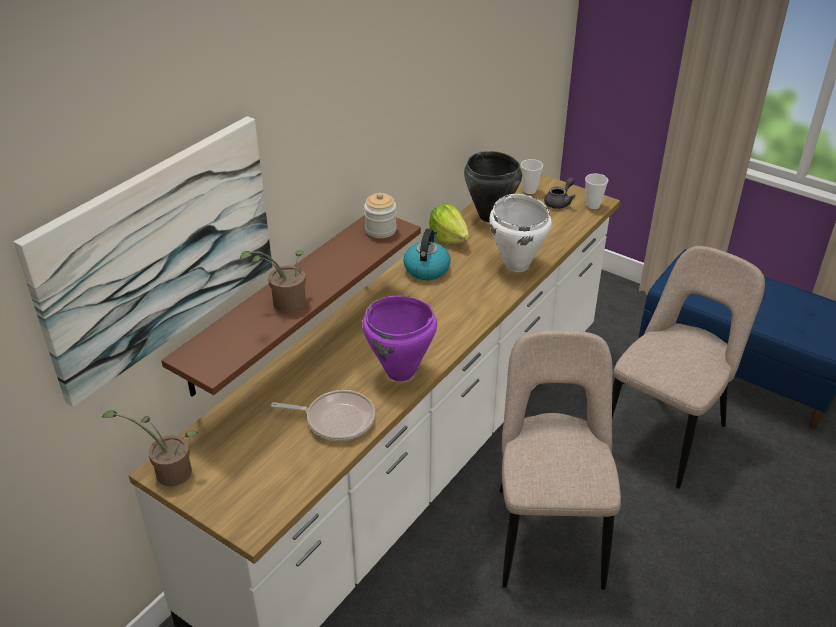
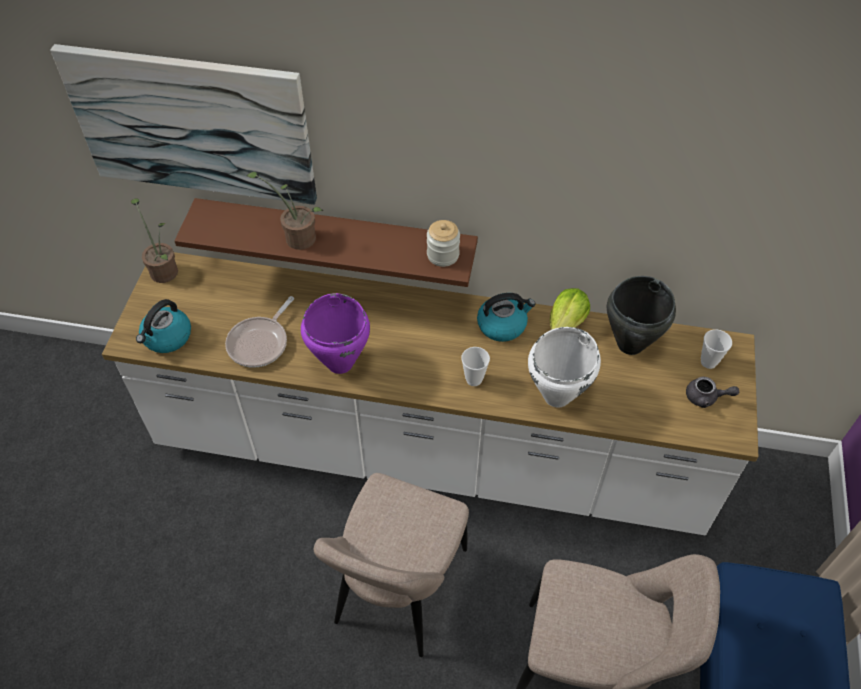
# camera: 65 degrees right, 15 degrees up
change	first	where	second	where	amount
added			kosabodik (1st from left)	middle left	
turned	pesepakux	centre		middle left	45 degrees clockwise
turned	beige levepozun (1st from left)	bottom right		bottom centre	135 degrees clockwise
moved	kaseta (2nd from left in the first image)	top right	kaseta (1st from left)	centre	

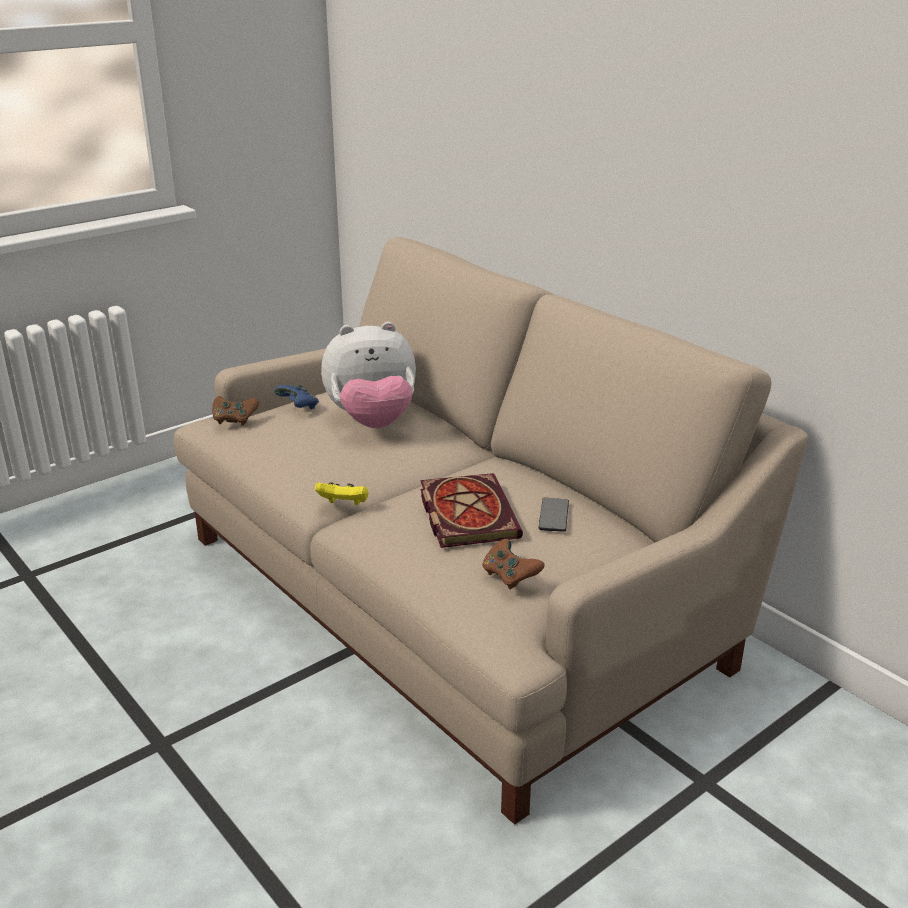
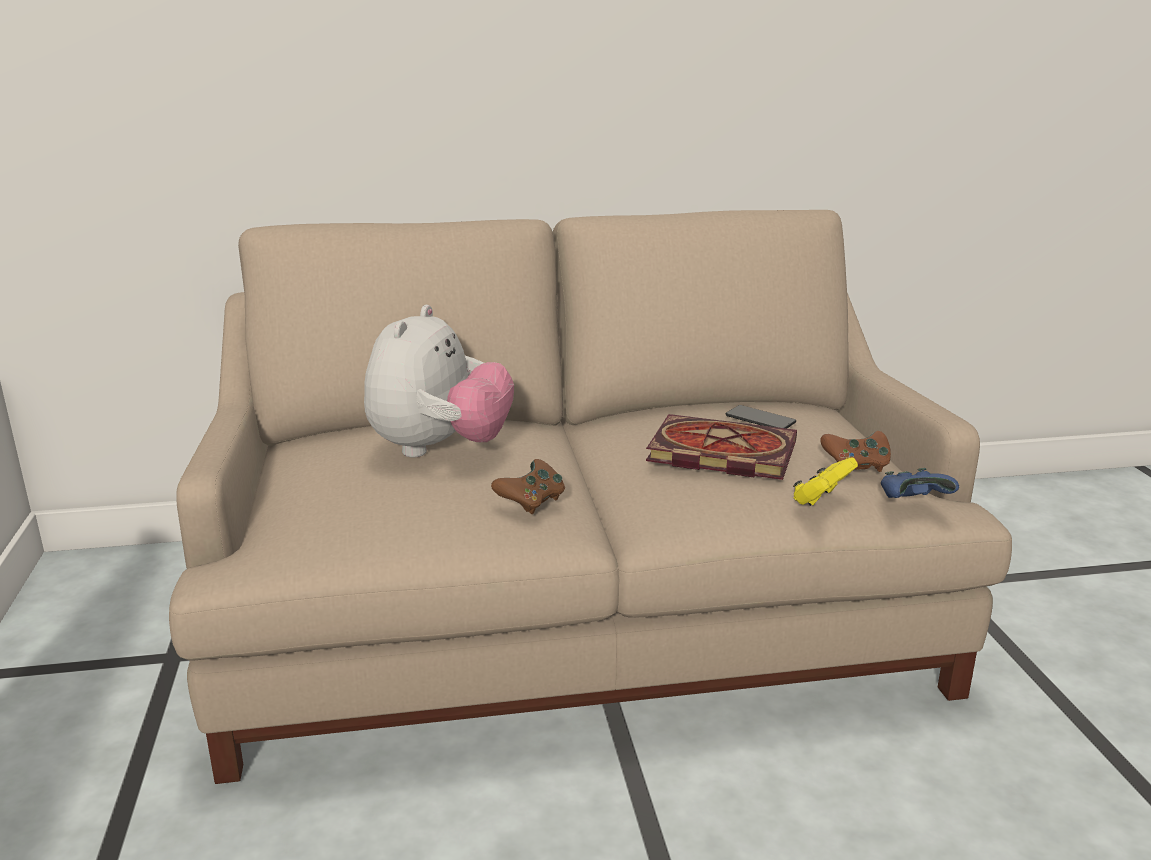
# camera: 60 degrees left, 5 degrees down
change	first	where	second	where	amount
moved	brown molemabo (1st from left)	middle left		centre	
moved	yellow molemabo	centre		middle right	
moved	blue molemabo	middle left		middle right	

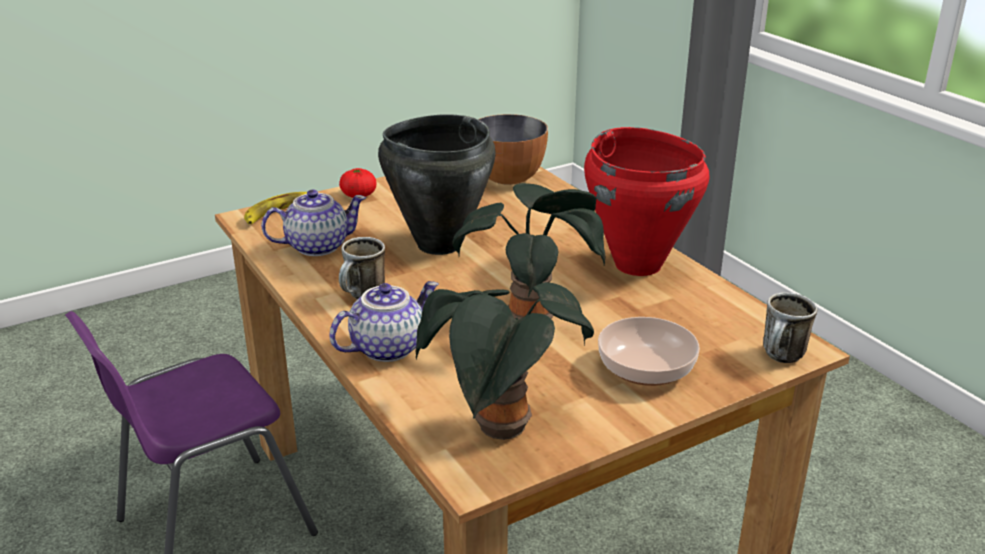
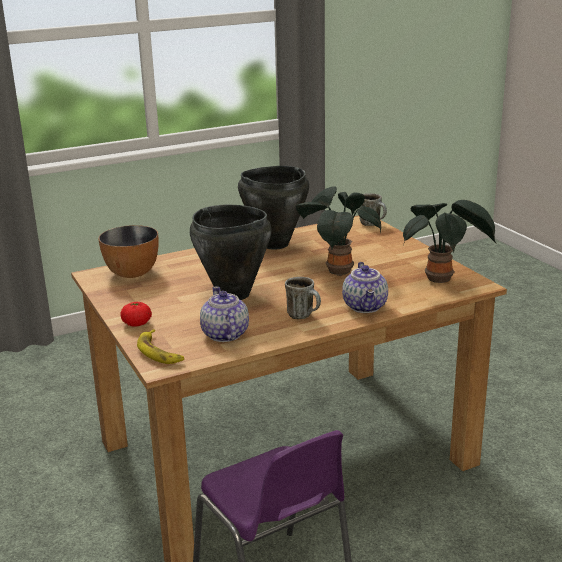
# camera: 85 degrees left, 5 degrees down
change	first	where	second	where	amount
recoloured	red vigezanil	centre	black vigezanil (2nd from left)	centre	
turned	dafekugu (2nd from left)	centre		centre	150 degrees counterclockwise
removed	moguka (2nd from left)	centre			

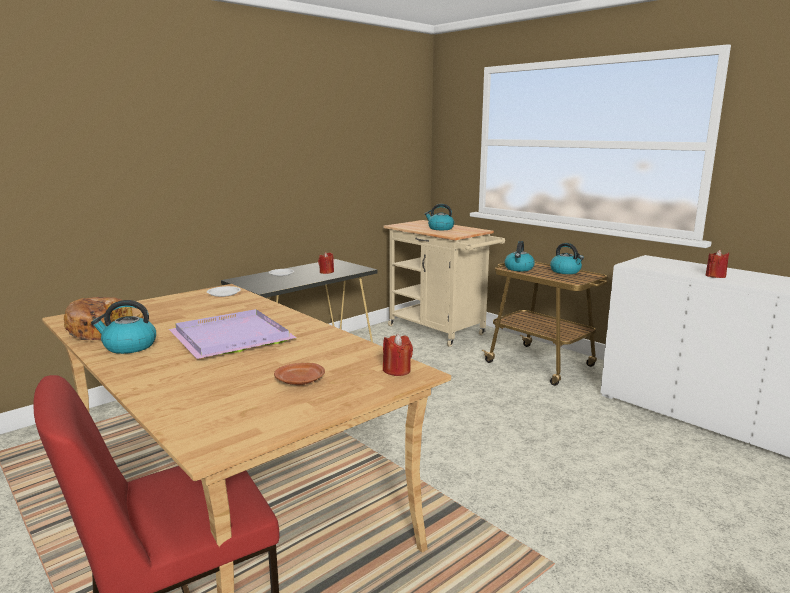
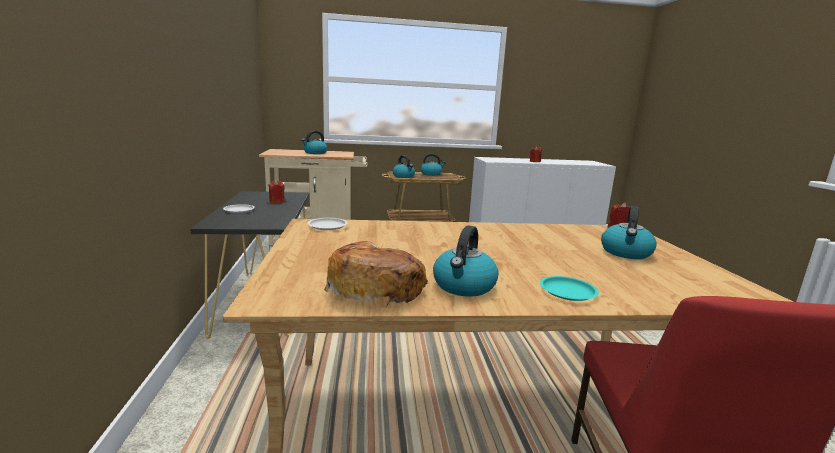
# camera: 55 degrees left, 0 degrees up
change	first	where	second	where	amount
added			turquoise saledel	middle right	
replaced	brown saledel	centre	kosabodik (5th from left)	middle right	
removed	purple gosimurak	middle left			

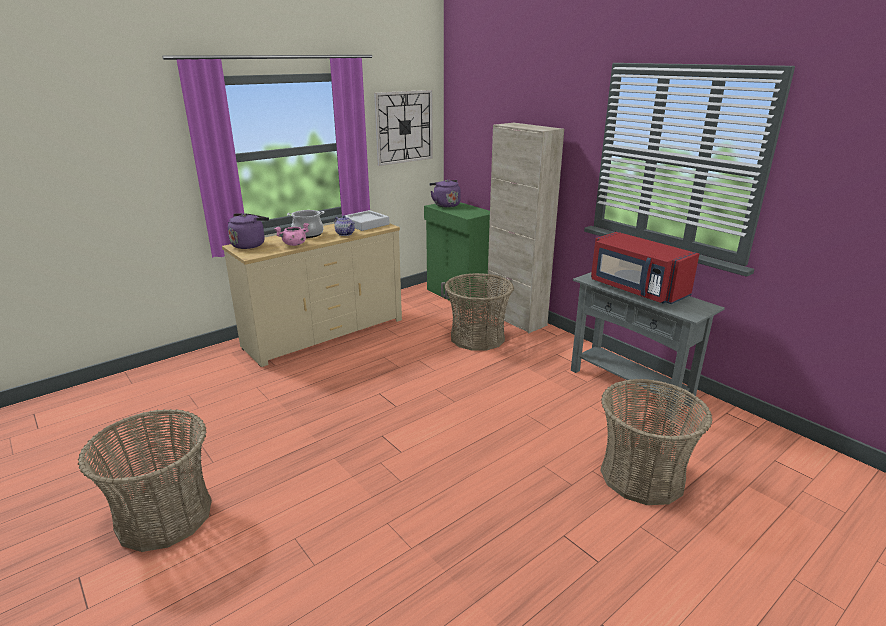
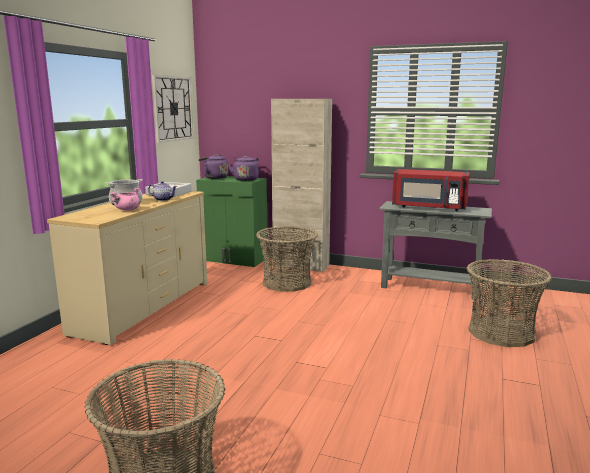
# camera: 30 degrees left, 10 degrees down
change	first	where	second	where	amount
moved	purple kosabodik (1st from left in the first image)	middle left	purple kosabodik (2nd from left)	centre	

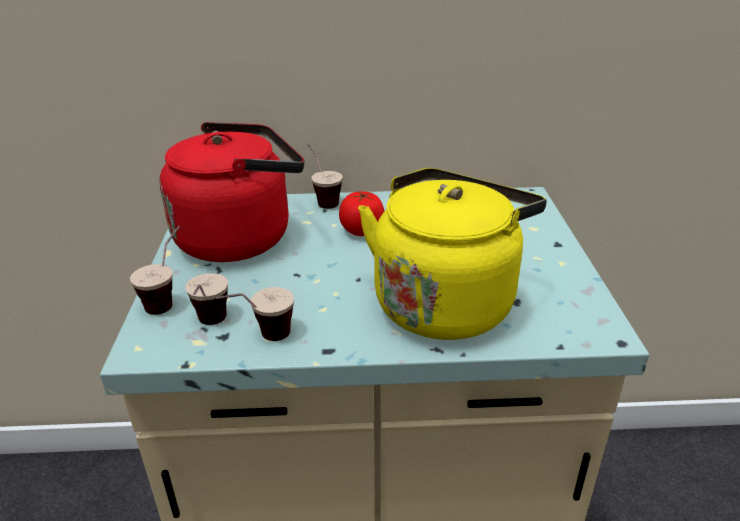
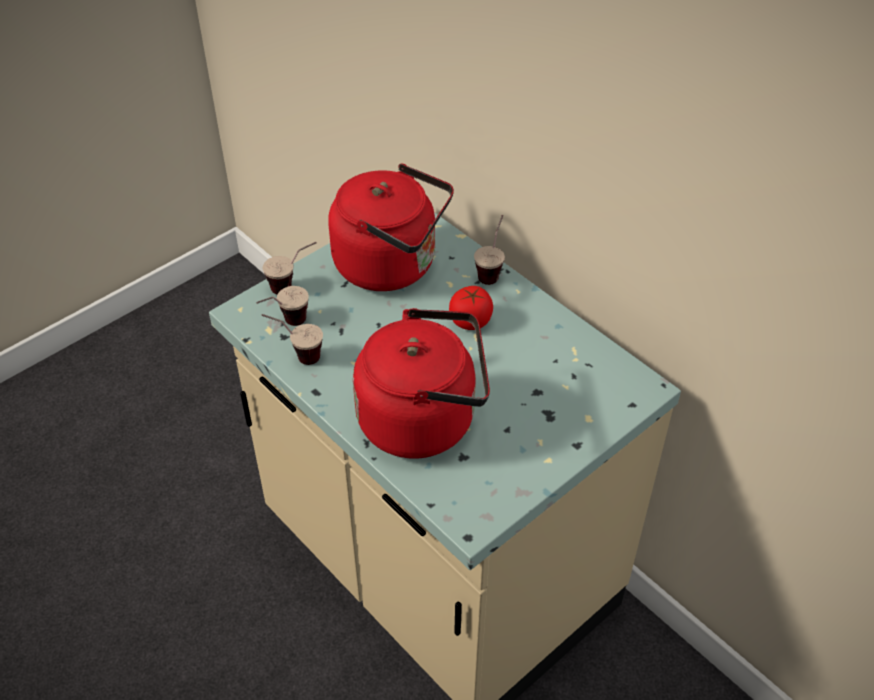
# camera: 50 degrees right, 15 degrees up
change	first	where	second	where	amount
recoloured	yellow kosabodik	centre	red kosabodik (2nd from left)	centre	

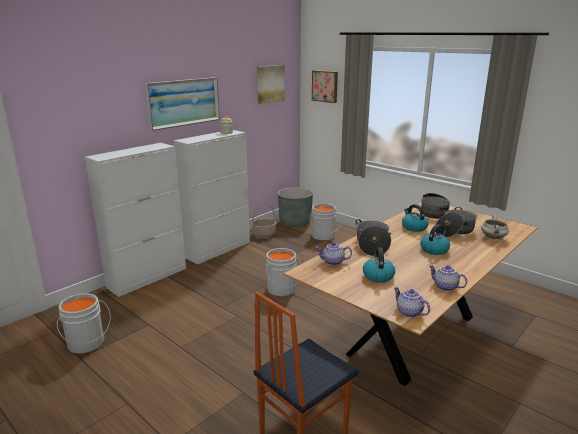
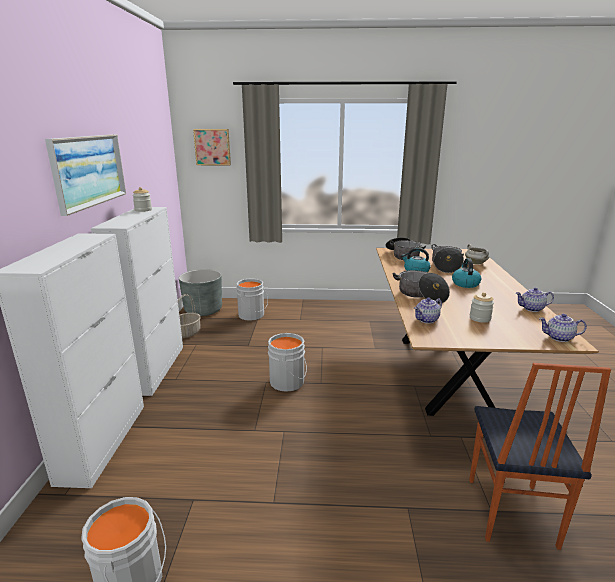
# camera: 40 degrees left, 0 degrees up
change	first	where	second	where	amount
replaced	kosabodik (1st from left)	centre	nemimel (2nd from left)	middle right	
removed	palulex (2nd from left)	top centre			

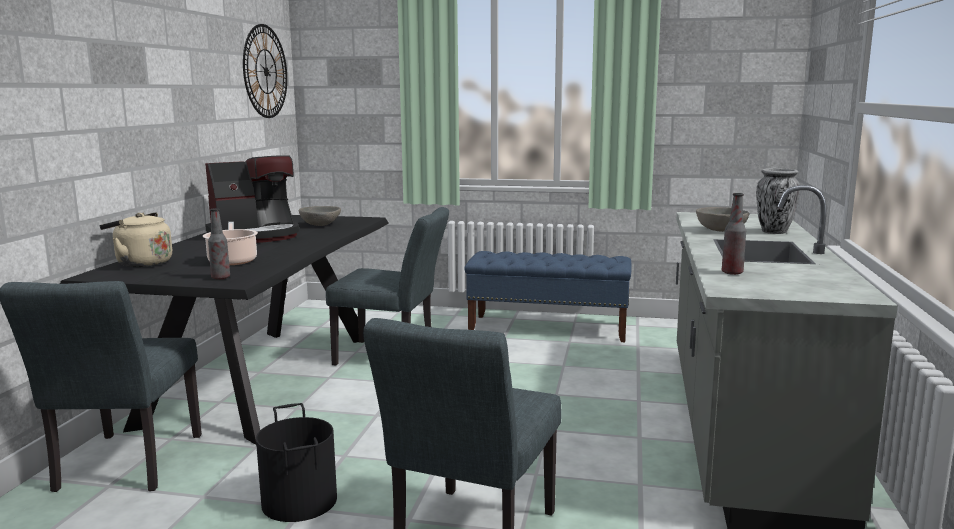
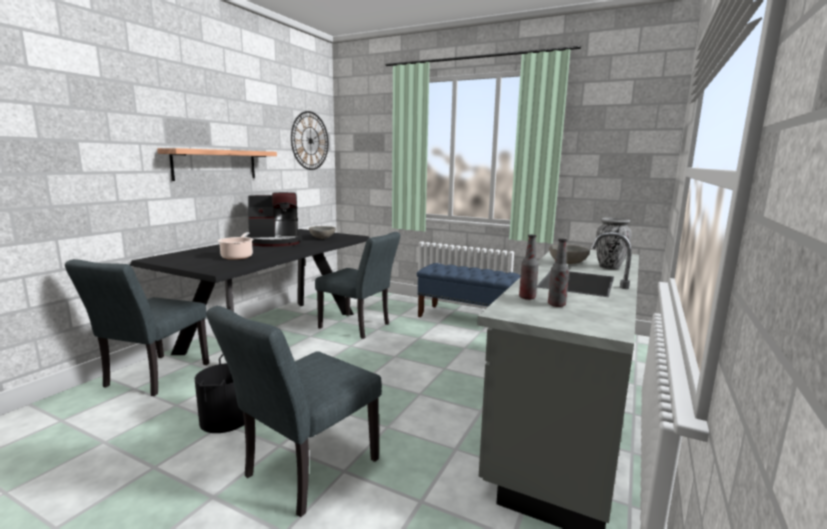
# camera: 15 degrees right, 0 degrees up
change	first	where	second	where	amount
added			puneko	top left	
moved	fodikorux (1st from left in the first image)	middle left	fodikorux (2nd from left)	middle right	
removed	beige kosabodik	middle left			

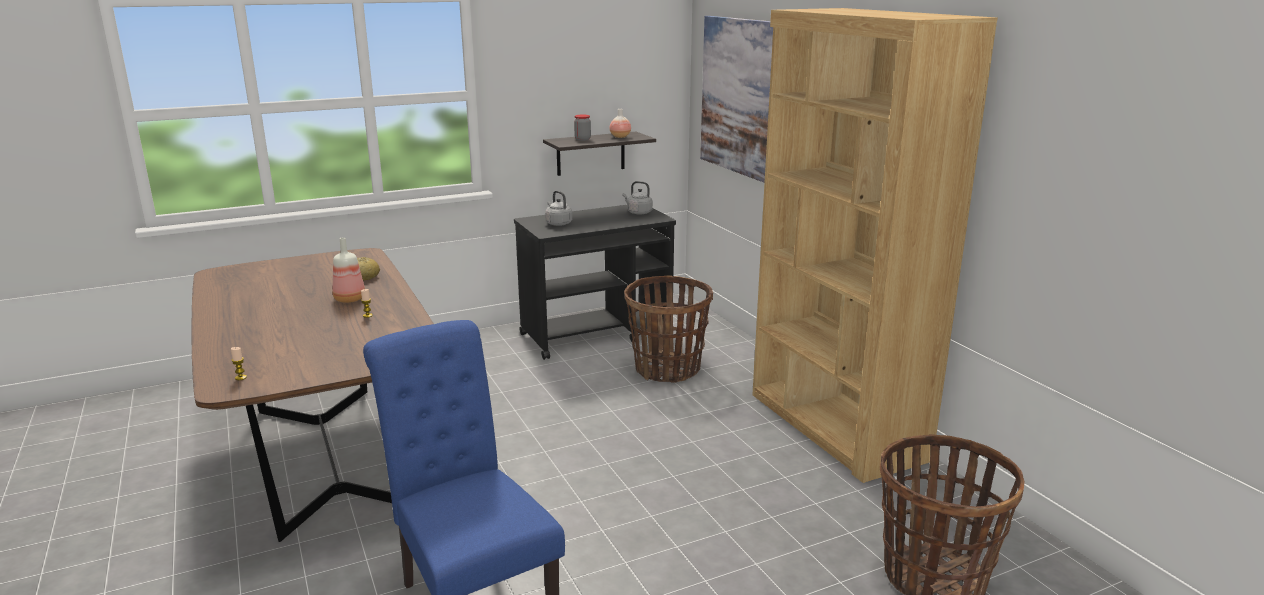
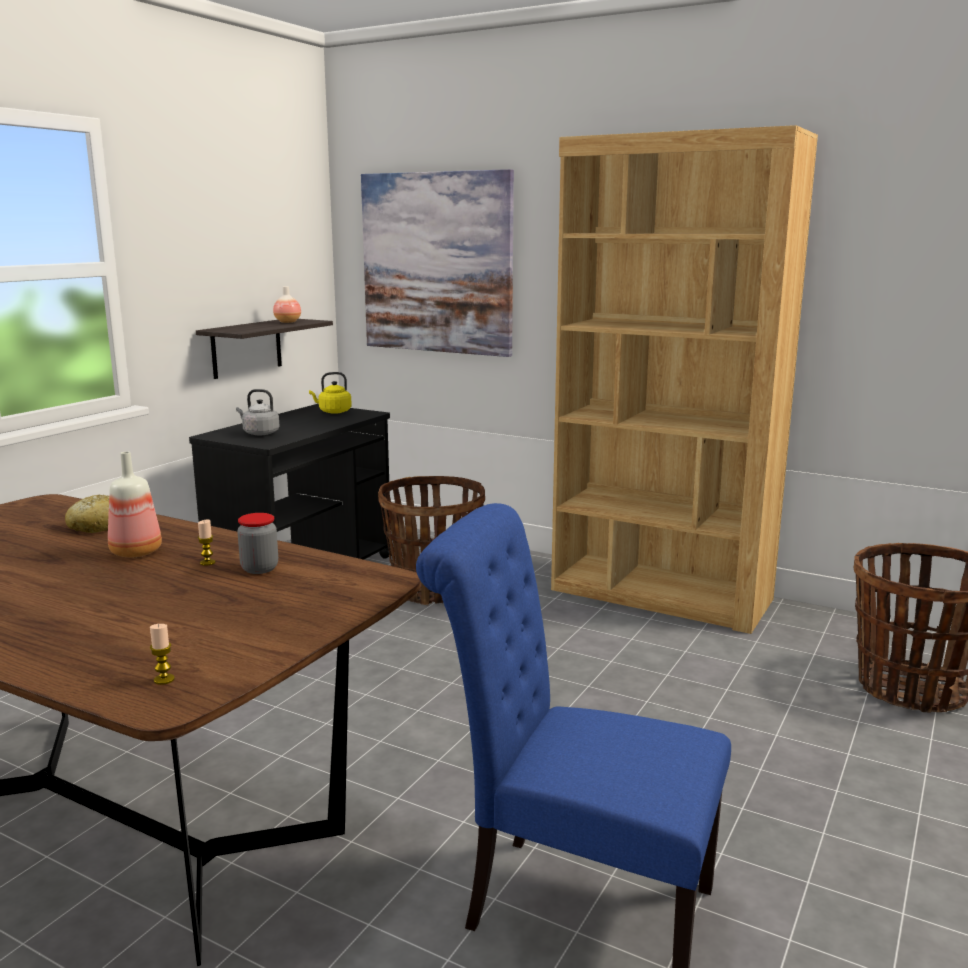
# camera: 35 degrees left, 5 degrees down
change	first	where	second	where	amount
moved	nemimel	top centre		middle left	
recoloured	grey kosabodik (2nd from left)	top centre	yellow kosabodik	centre	

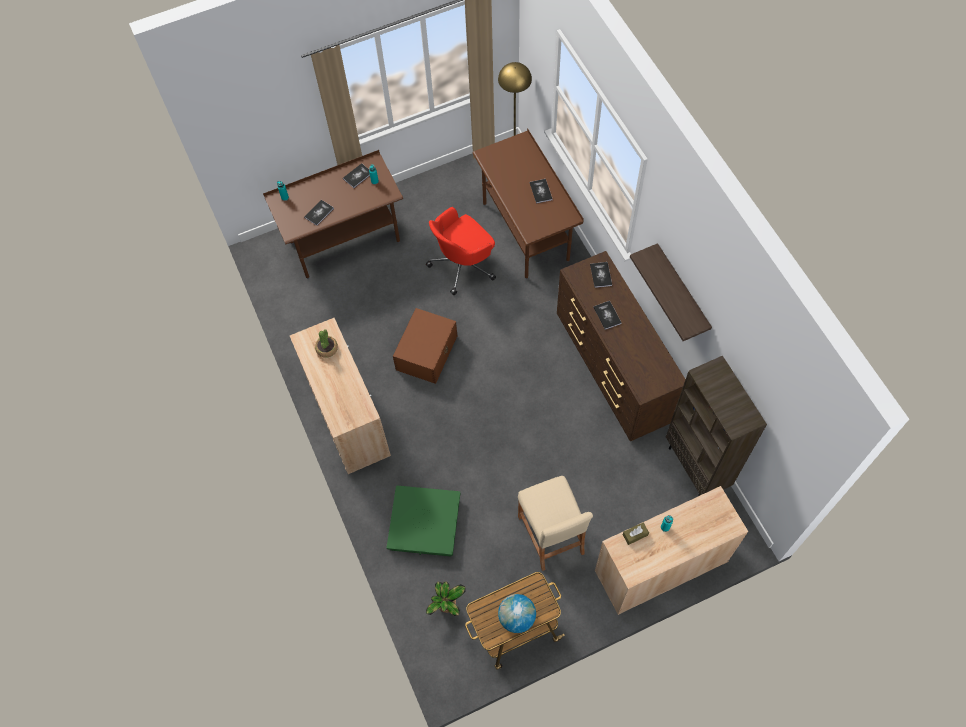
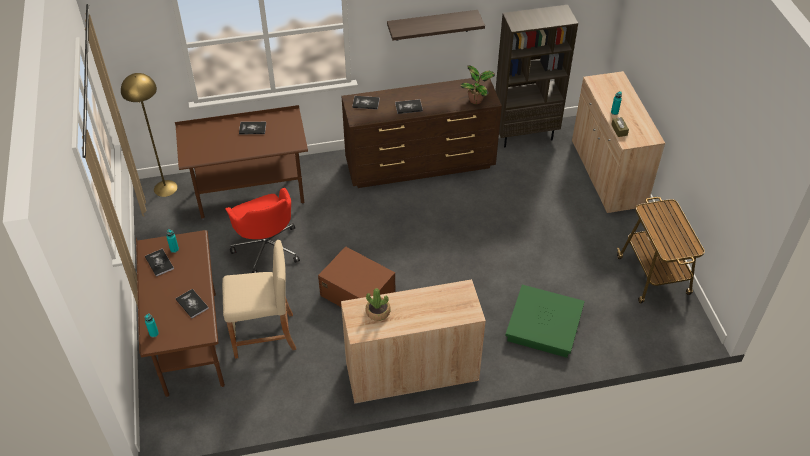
# camera: 80 degrees left, 15 degrees down
change	first	where	second	where	amount
moved	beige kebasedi	bottom centre		middle left	
moved	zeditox (2nd from left)	bottom centre		top centre	
removed	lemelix	bottom centre			

